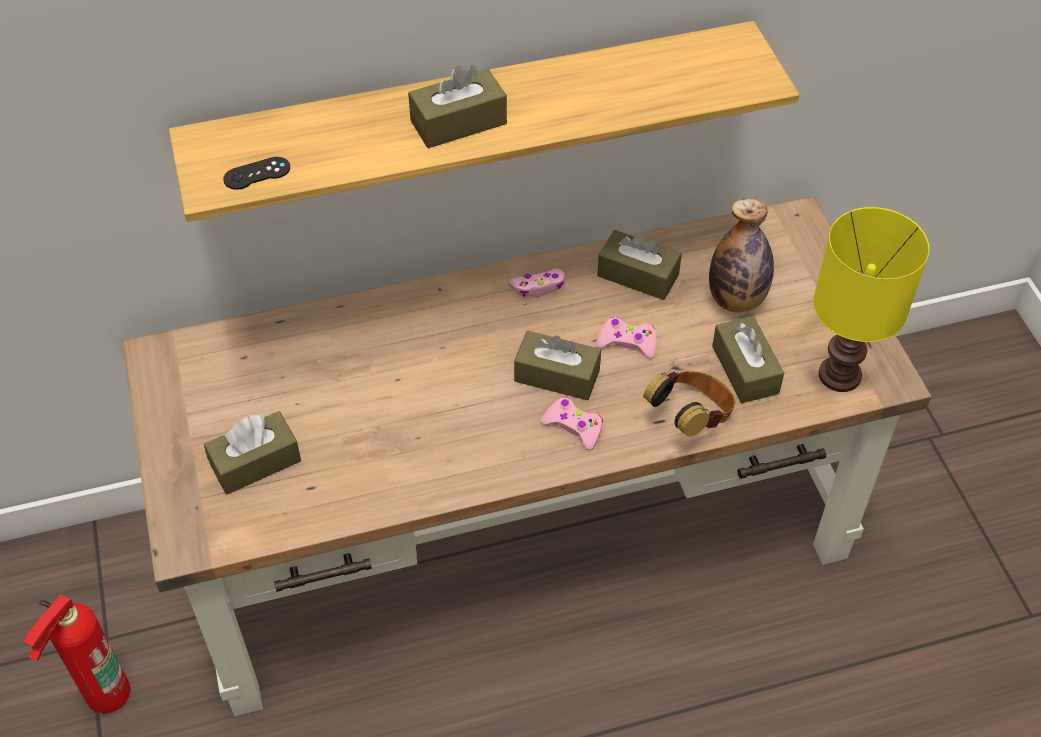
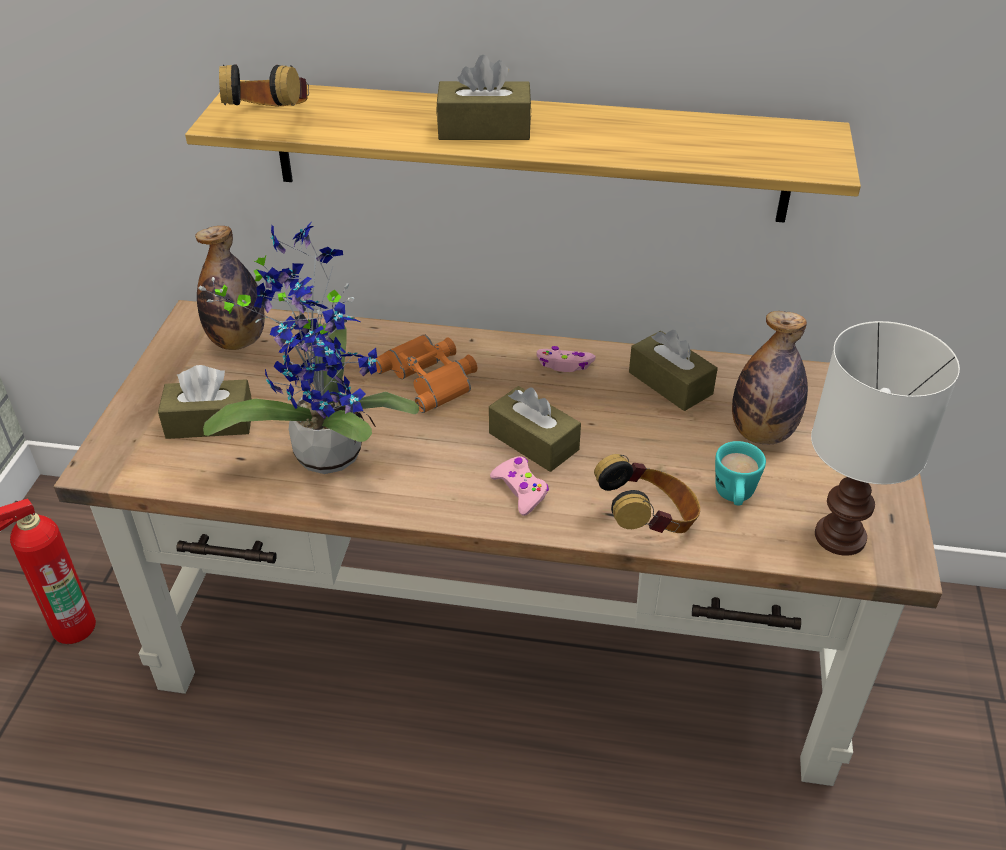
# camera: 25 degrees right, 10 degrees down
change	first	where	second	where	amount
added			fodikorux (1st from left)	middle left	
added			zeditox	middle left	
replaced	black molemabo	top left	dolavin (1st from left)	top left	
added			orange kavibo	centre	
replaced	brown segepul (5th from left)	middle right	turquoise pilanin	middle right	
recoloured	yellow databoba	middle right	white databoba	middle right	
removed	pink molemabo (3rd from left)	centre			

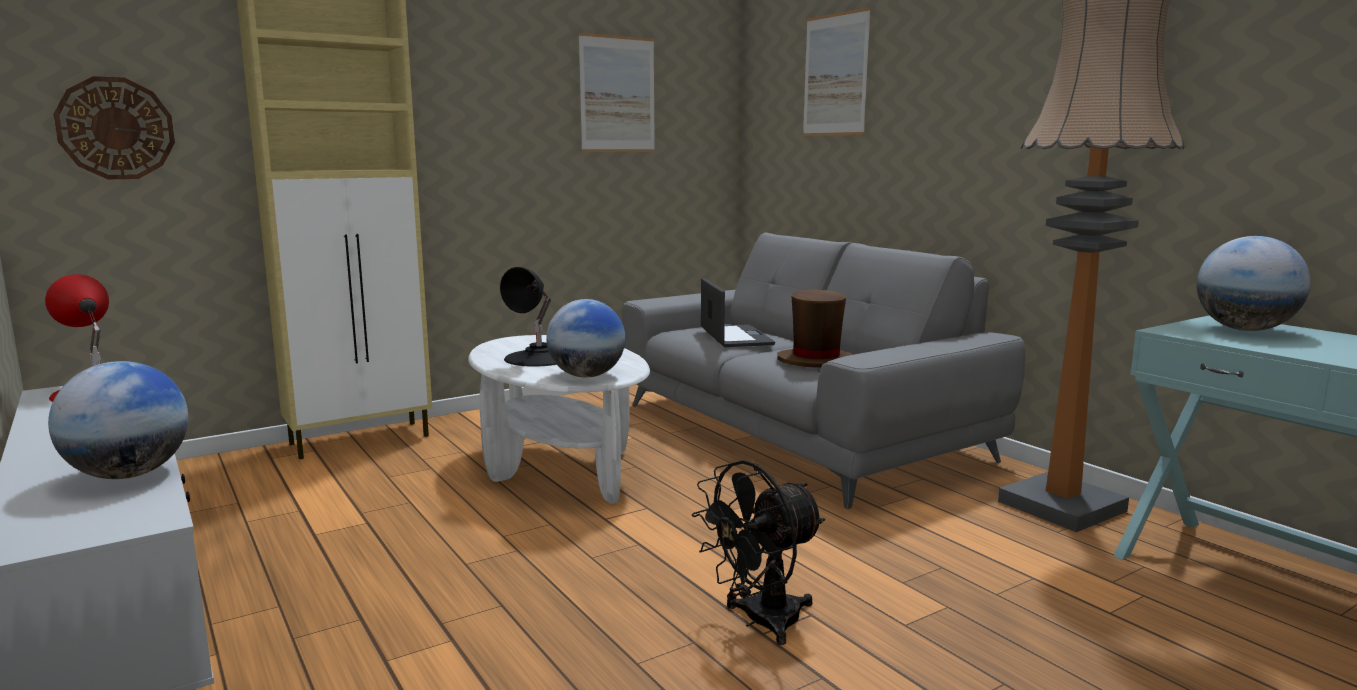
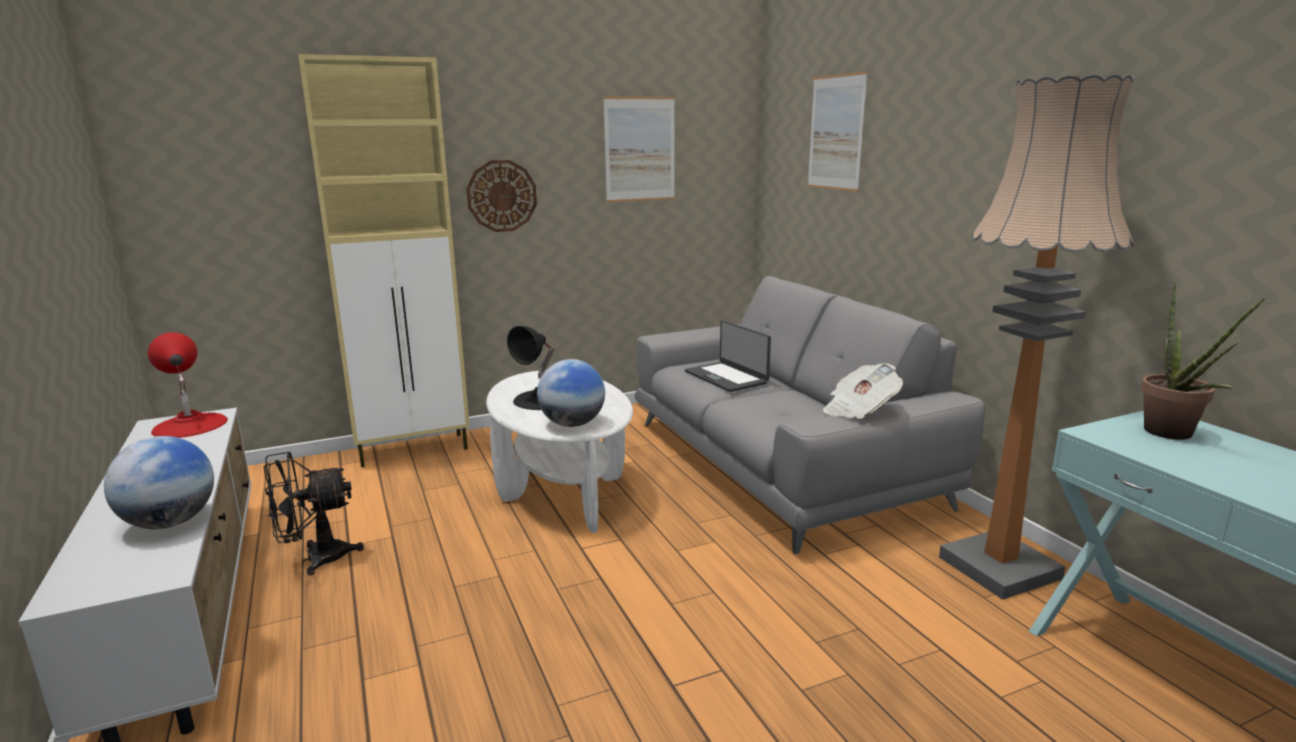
# camera: 10 degrees right, 5 degrees up
change	first	where	second	where	amount
moved	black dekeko	bottom centre		bottom left	
moved	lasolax	top left		top centre	
turned	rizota	centre		centre	150 degrees clockwise
added			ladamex	centre	
replaced	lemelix (3rd from left)	middle right	zeditox	middle right	
removed	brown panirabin	centre			

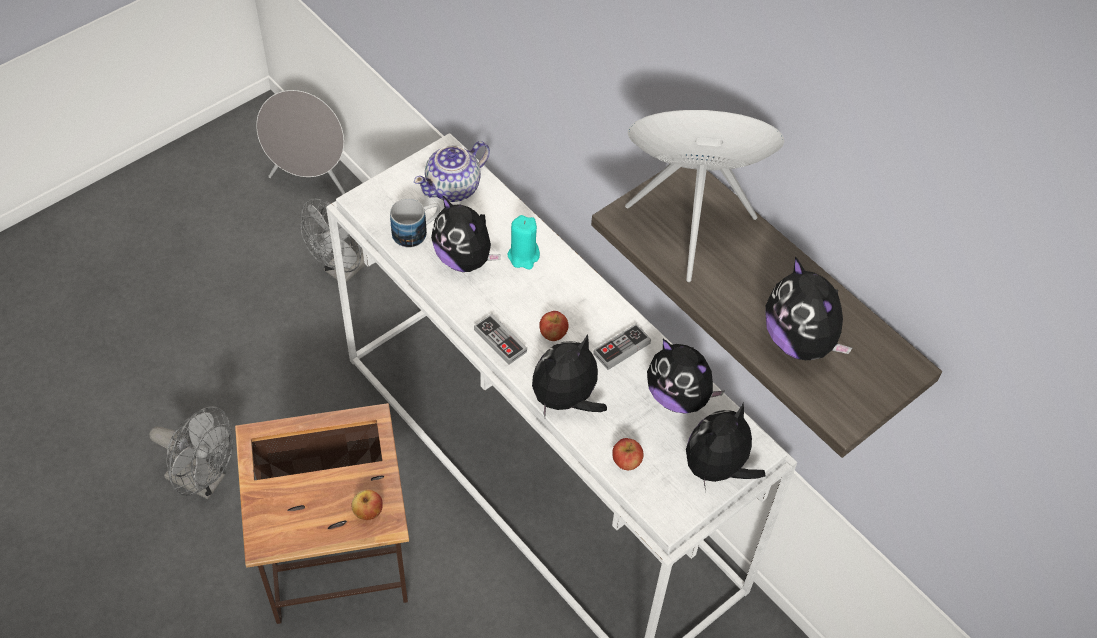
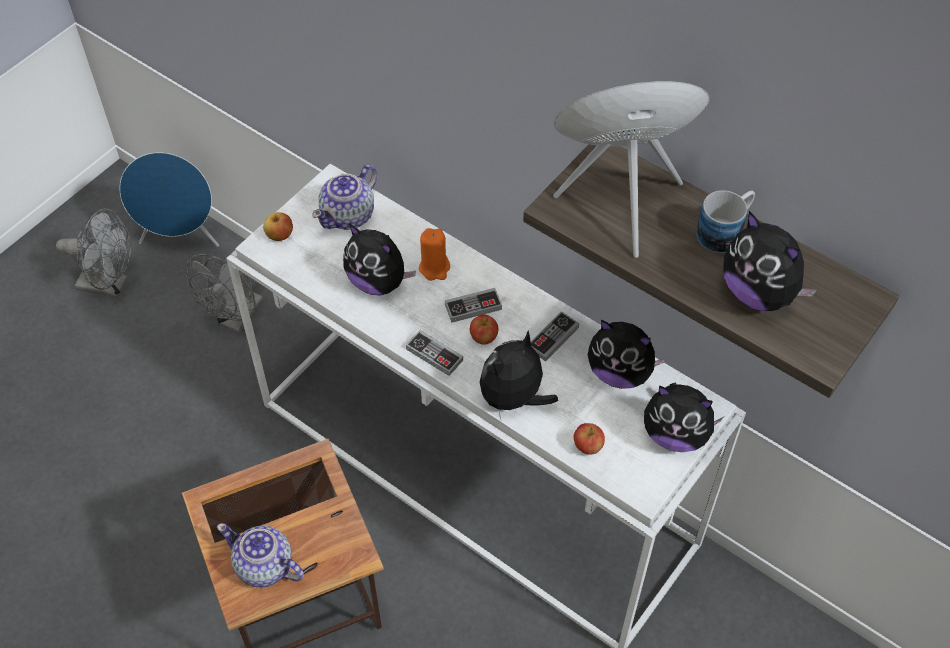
# camera: 10 degrees left, 0 degrees up
change	first	where	second	where	amount
moved	grey dekeko (1st from left)	bottom left		middle left	
recoloured	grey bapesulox	top left	blue bapesulox (1st from left)	top left	
added			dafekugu (1st from left)	bottom left	
moved	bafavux (1st from left)	bottom centre		middle left	
recoloured	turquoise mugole	centre	orange mugole	centre	
added			molemabo (2nd from left)	centre	
turned	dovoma (4th from left)	bottom centre		middle right	105 degrees counterclockwise
moved	pilanin	centre		middle right	

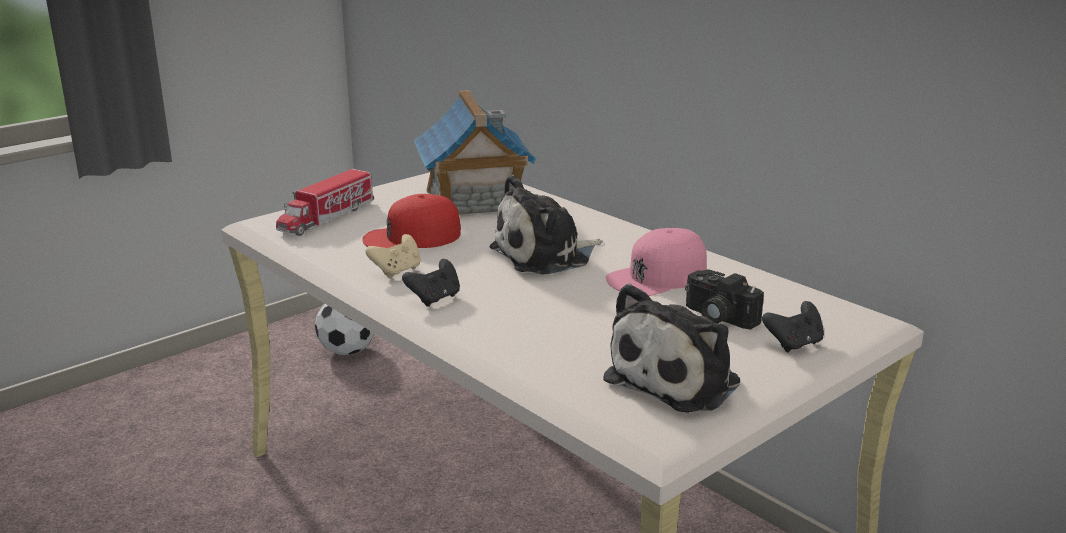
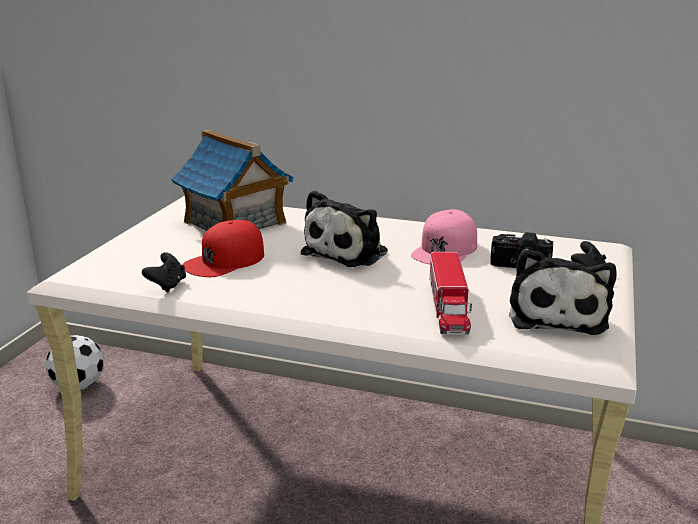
# camera: 30 degrees left, 0 degrees up
change	first	where	second	where	amount
moved	black molemabo (1st from left)	centre		middle left	
moved	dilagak	middle left		centre	
removed	beige molemabo	centre			

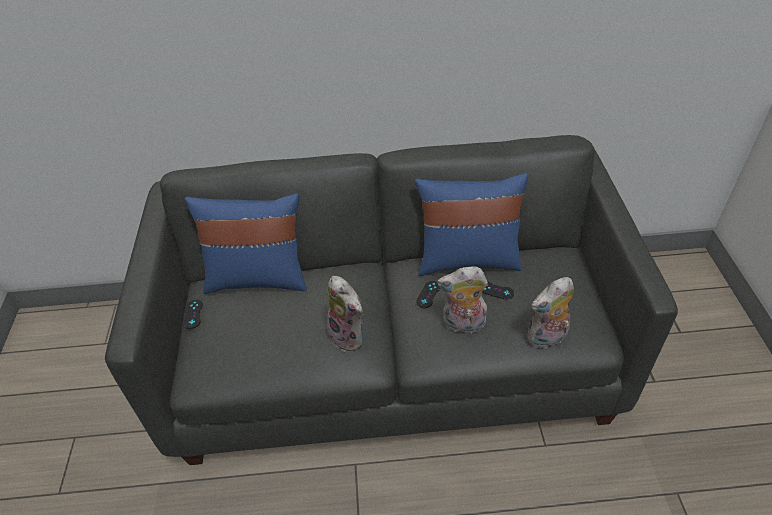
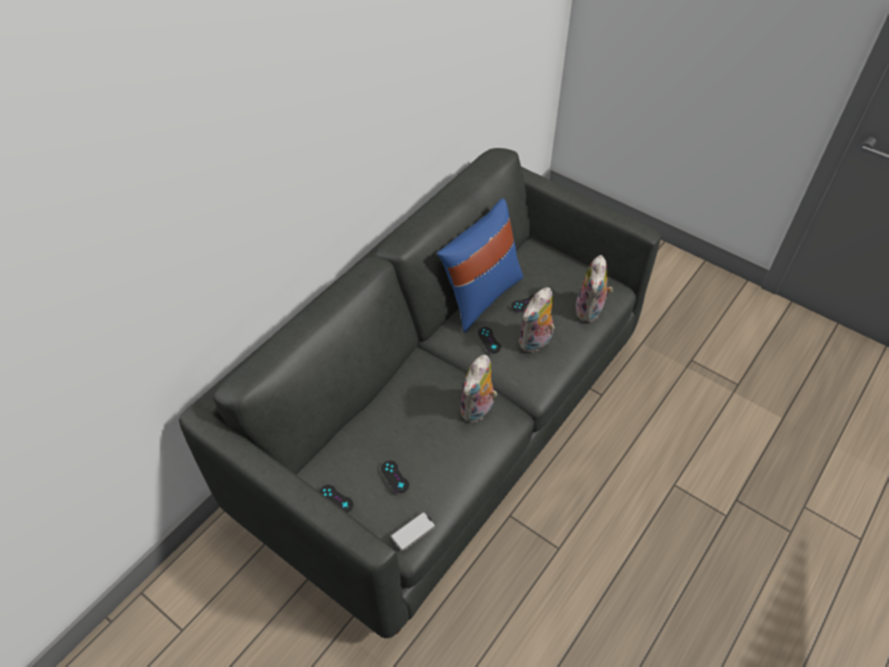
# camera: 50 degrees left, 5 degrees up
change	first	where	second	where	amount
added			black molemabo (2nd from left)	bottom centre	
added			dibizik	bottom centre	
turned	dovoma (1st from left)	centre		centre	120 degrees clockwise
removed	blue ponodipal (1st from left)	middle left			

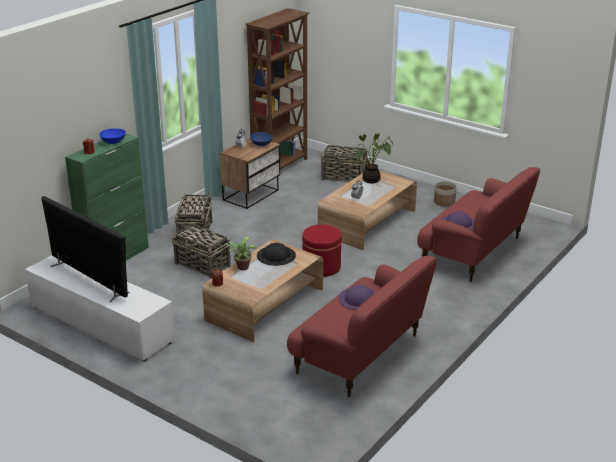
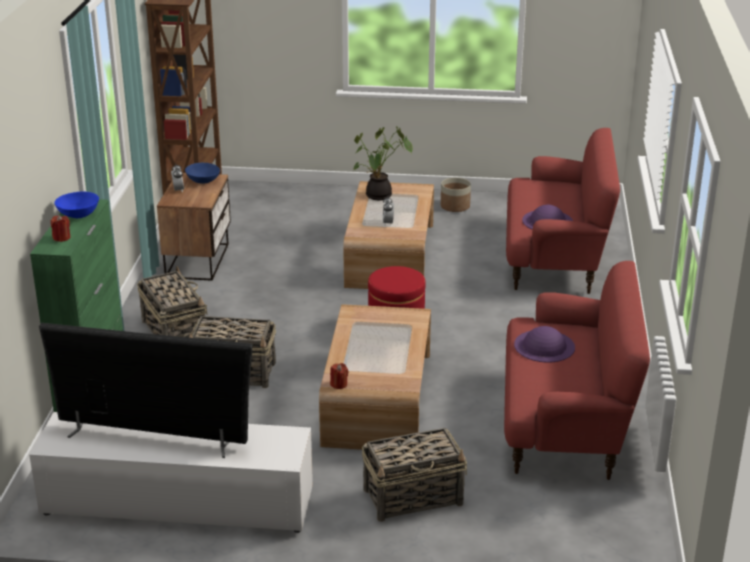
# camera: 30 degrees left, 0 degrees up
change	first	where	second	where	amount
moved	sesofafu (3rd from left)	centre		bottom centre	
removed	zeditox (1st from left)	centre			
removed	black panirabin	centre			

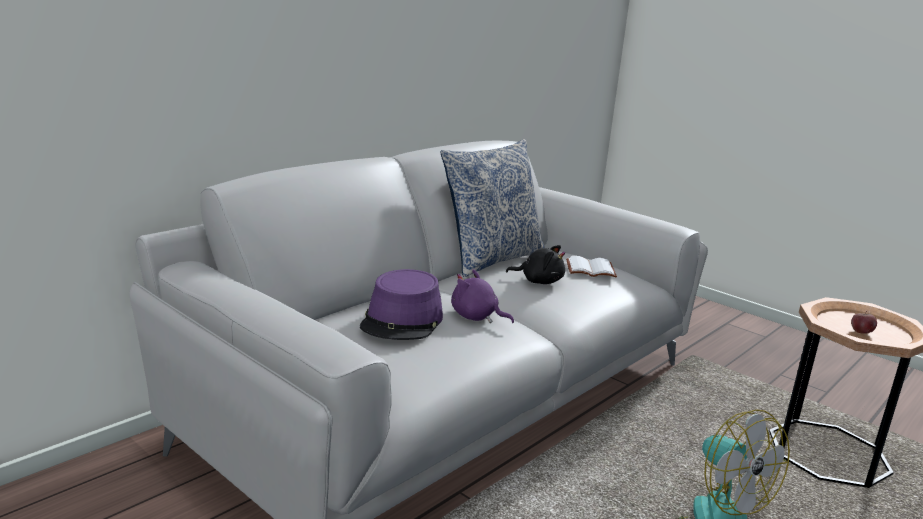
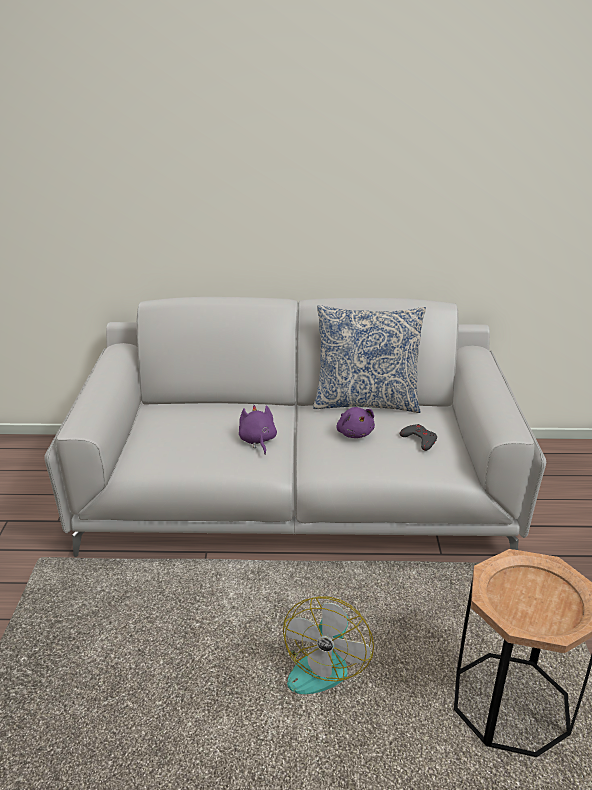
# camera: 50 degrees right, 10 degrees up
change	first	where	second	where	amount
recoloured	black dovoma	centre	purple dovoma (2nd from left)	centre	
replaced	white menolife	centre	grey molemabo	middle right	
removed	purple panirabin	centre			
removed	bafavux	middle right			

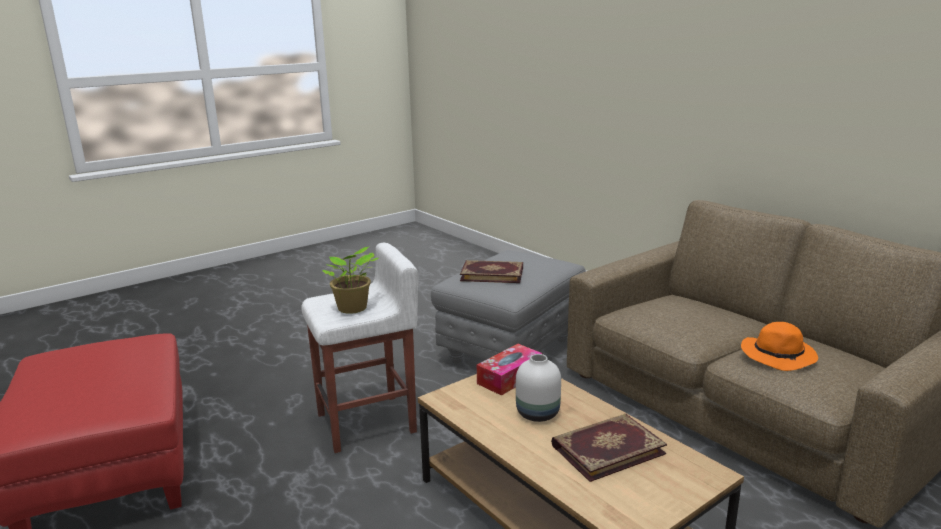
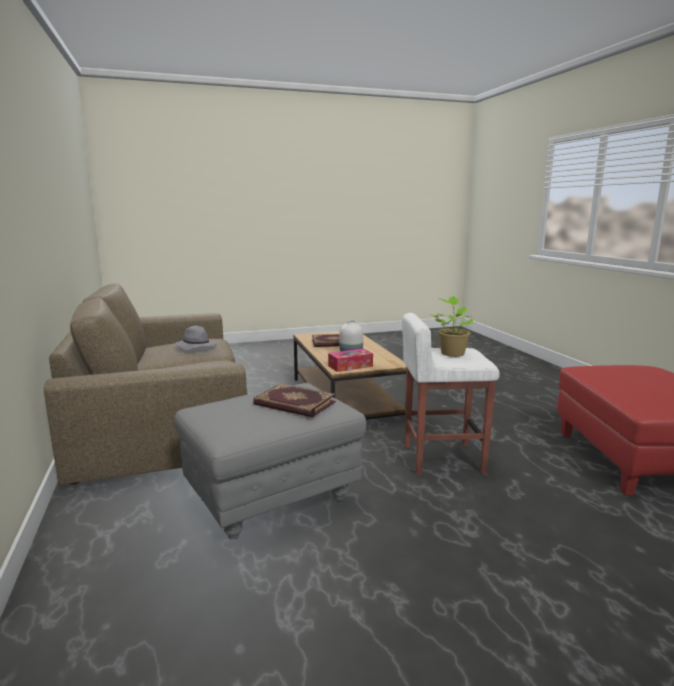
# camera: 160 degrees left, 5 degrees down
change	first	where	second	where	amount
recoloured	orange panirabin	middle right	grey panirabin	middle left	

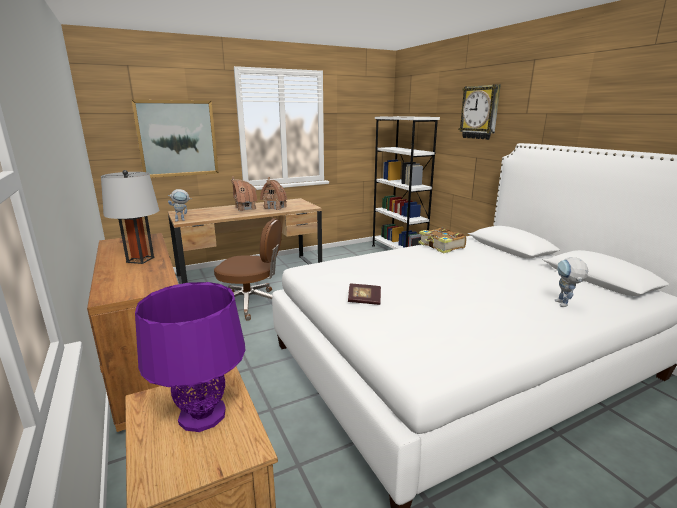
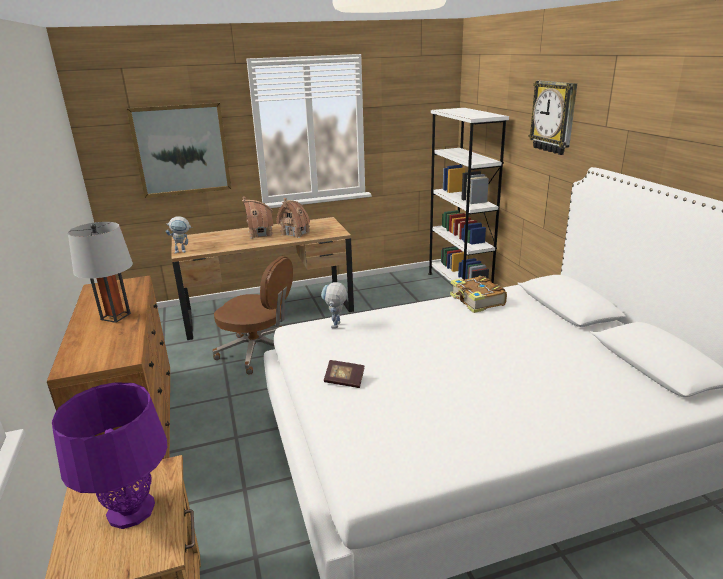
# camera: 10 degrees right, 5 degrees up
change	first	where	second	where	amount
moved	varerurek (2nd from left)	middle right		centre	

